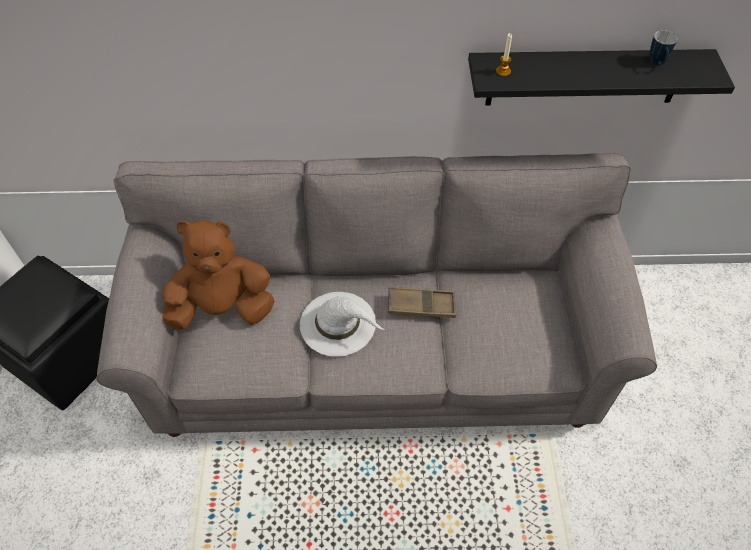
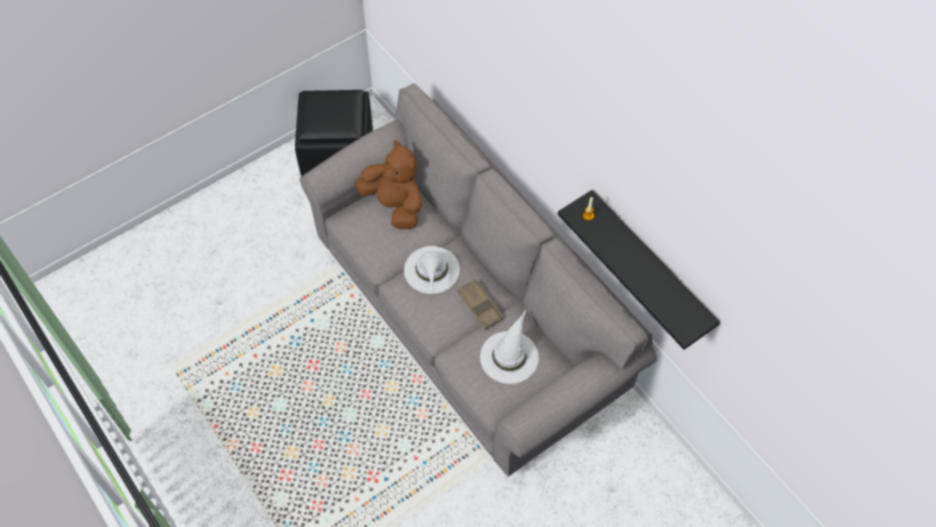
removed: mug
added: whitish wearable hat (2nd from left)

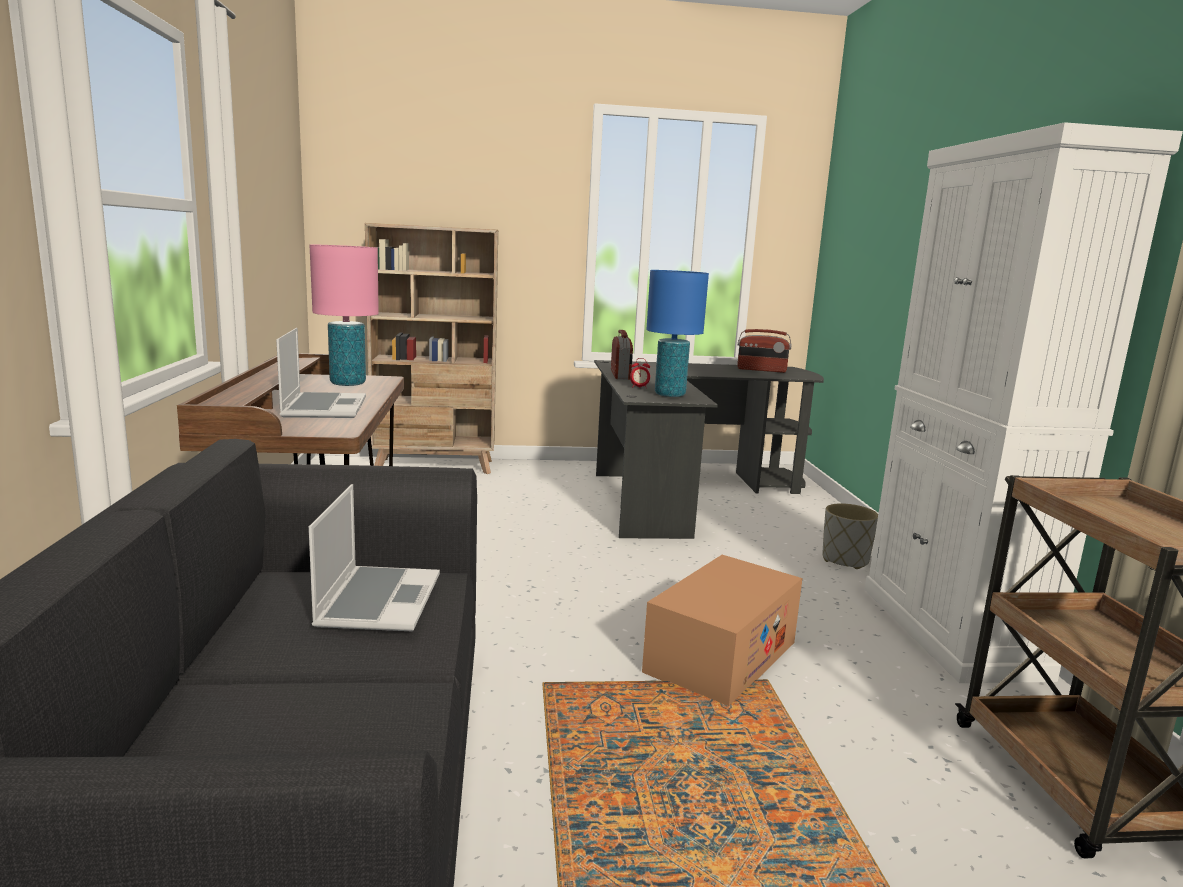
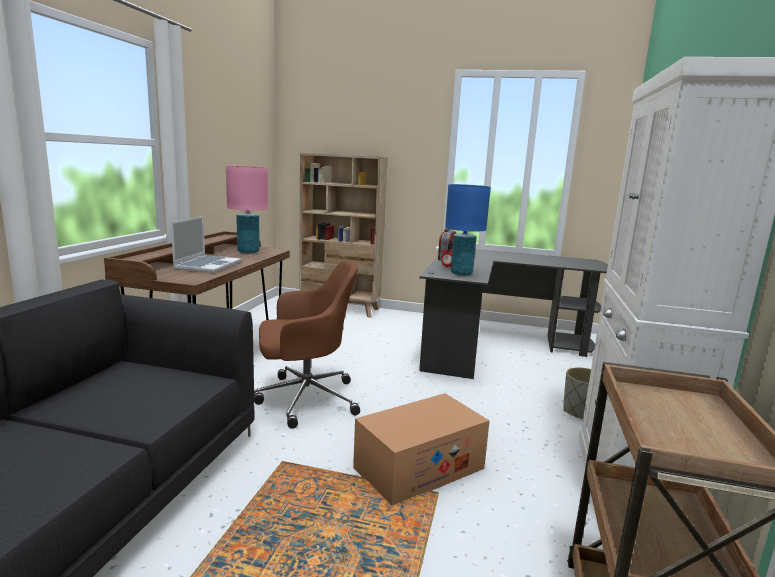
removed: laptop (2nd from left); radio (2nd from left)
added: brown office chair

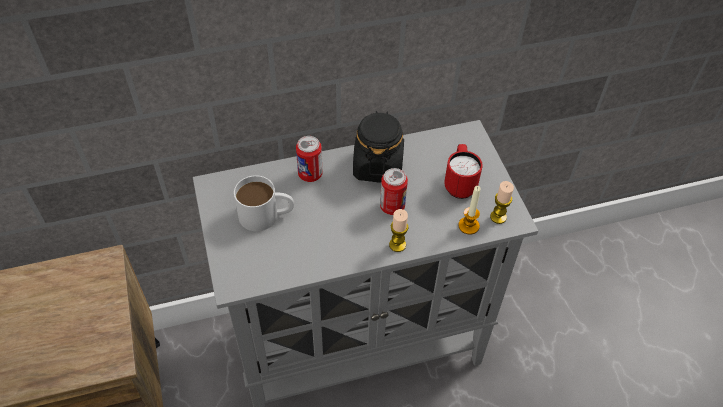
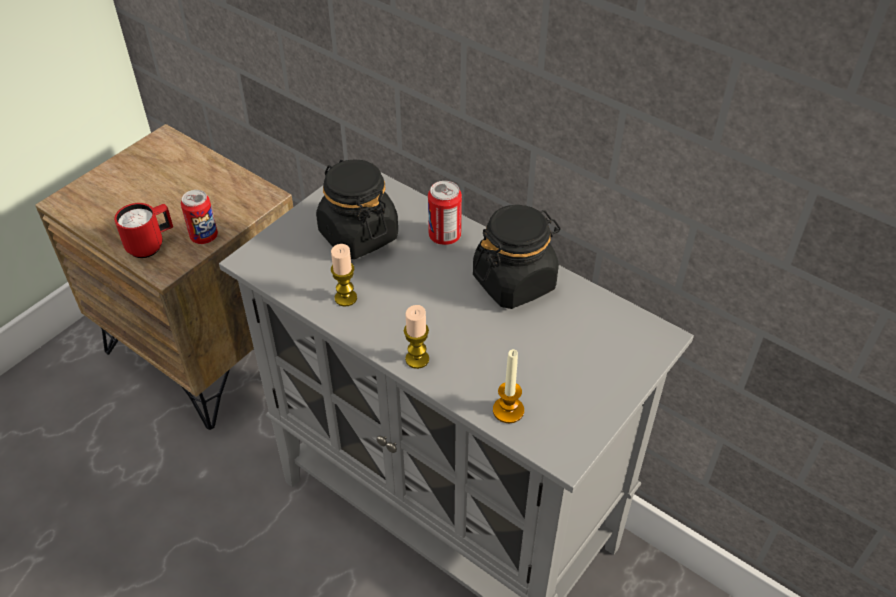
moved: red mug; metal can (2nd from left in the first image) to metal can (1st from left); wax light (3rd from left in the first image) to wax light (1st from left)
replaced: whitish mug to black-coloured jar (1st from left)

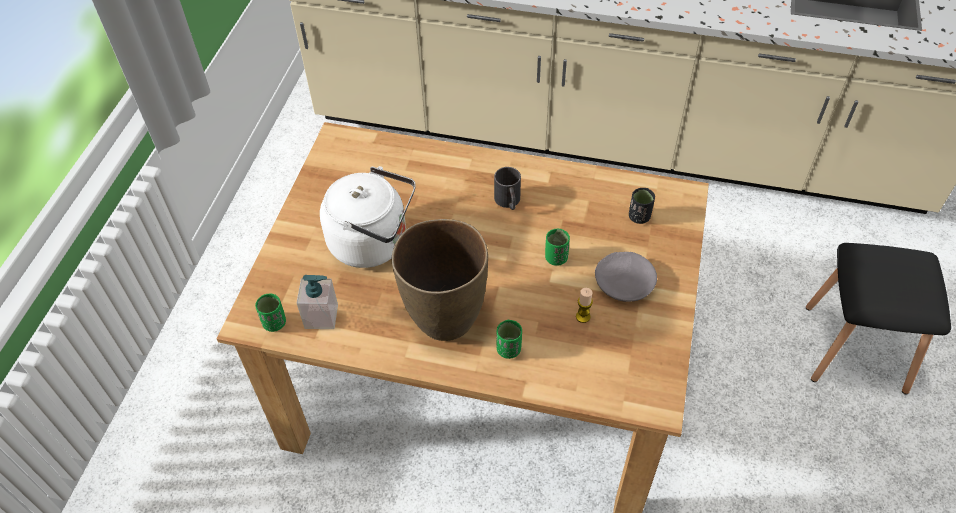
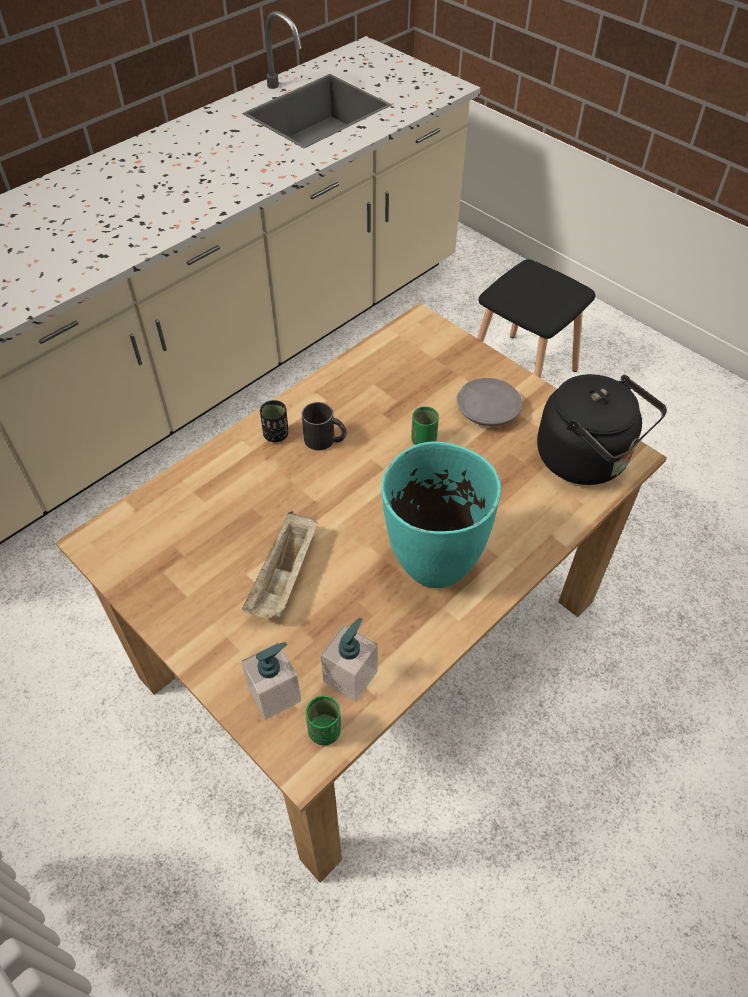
removed: green-coloured drinking cup (2nd from left); wax light
added: liquid soap bottle (1st from left); black-coloured kettle
moved: black-coloured drinking cup
replaced: whitish kettle to beige carrying tray
recoloured: brown decorative vase to turquoise-coloured decorative vase

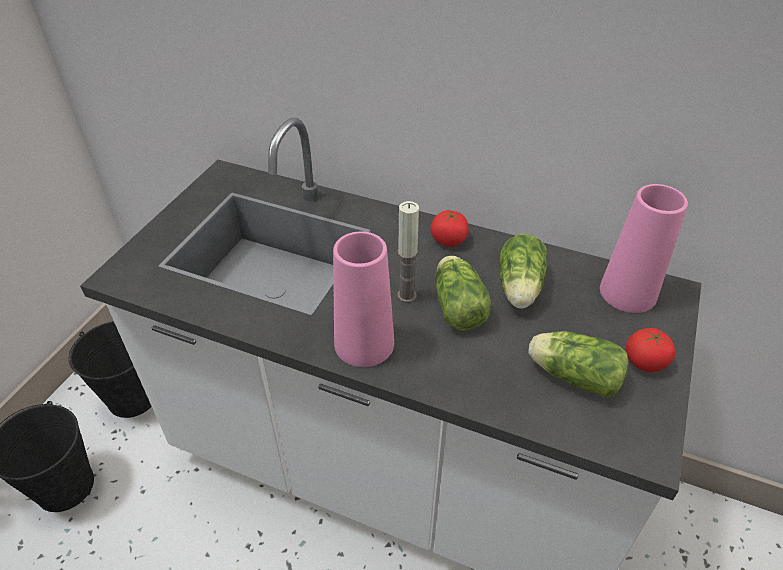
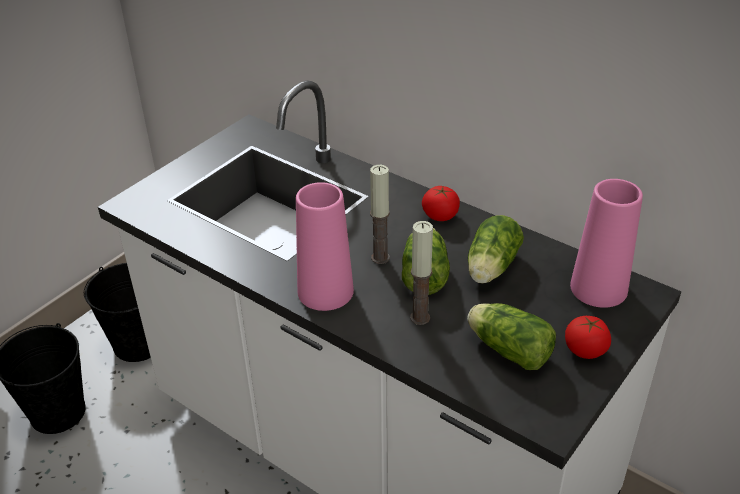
added: wax light (2nd from left)

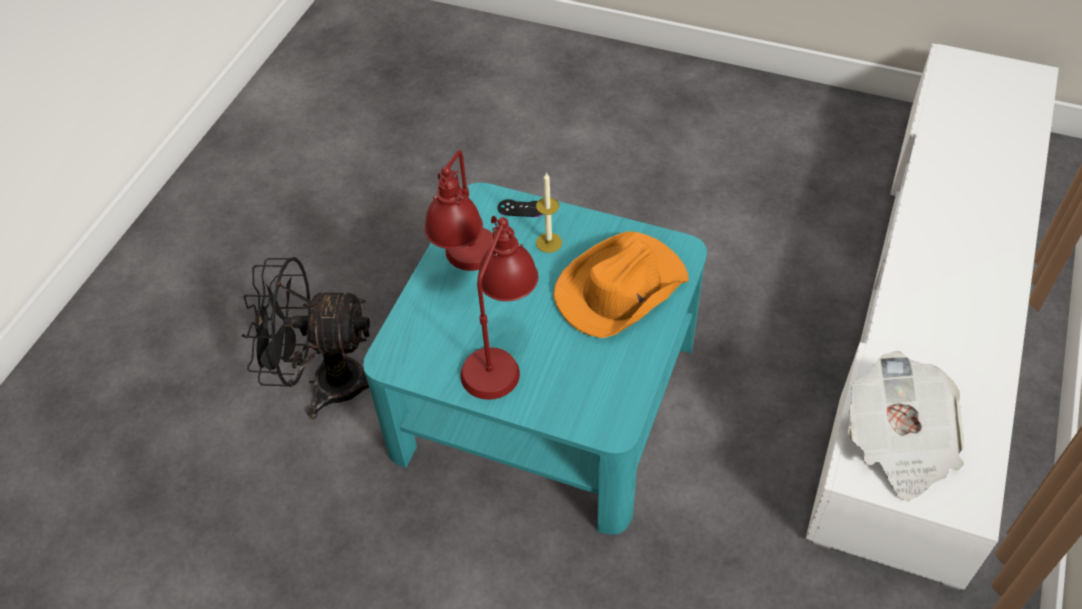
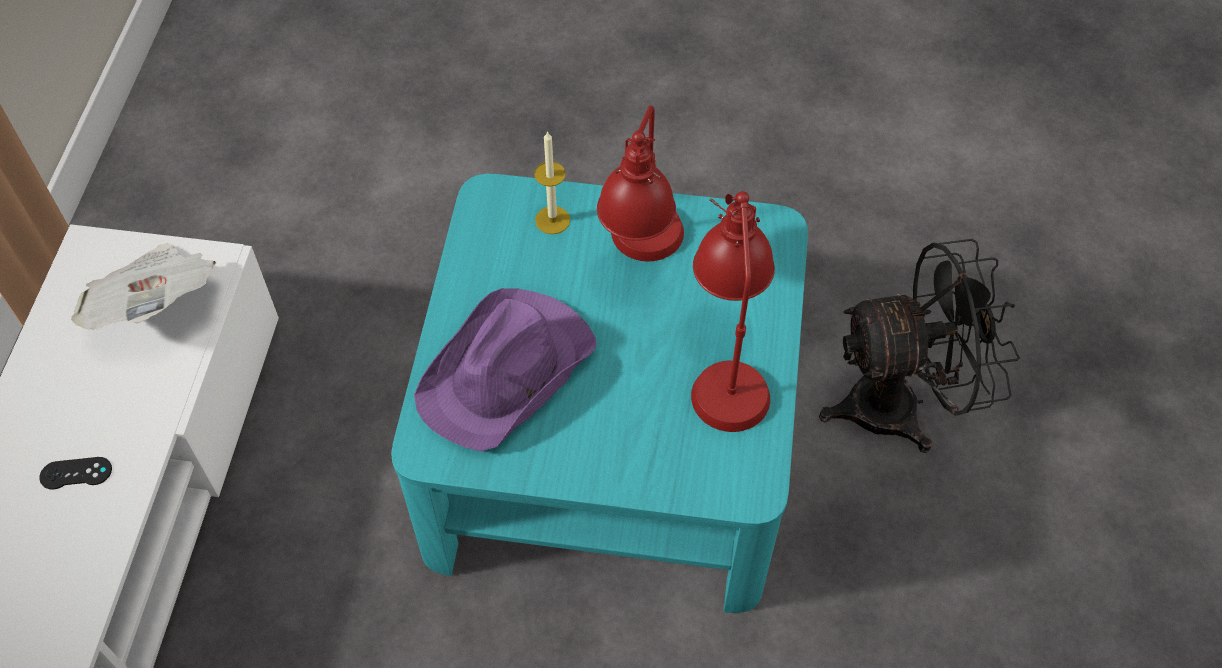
moved: black-coloured gamepad; wax light
recoloured: orange wearable hat to purplish wearable hat

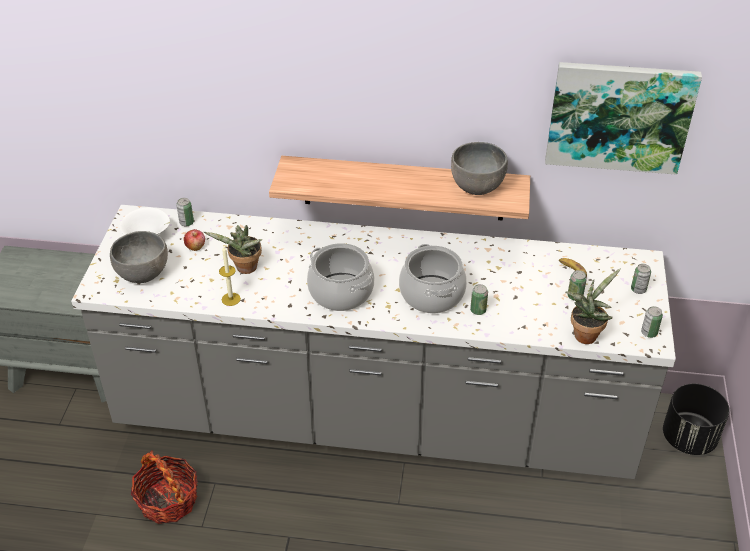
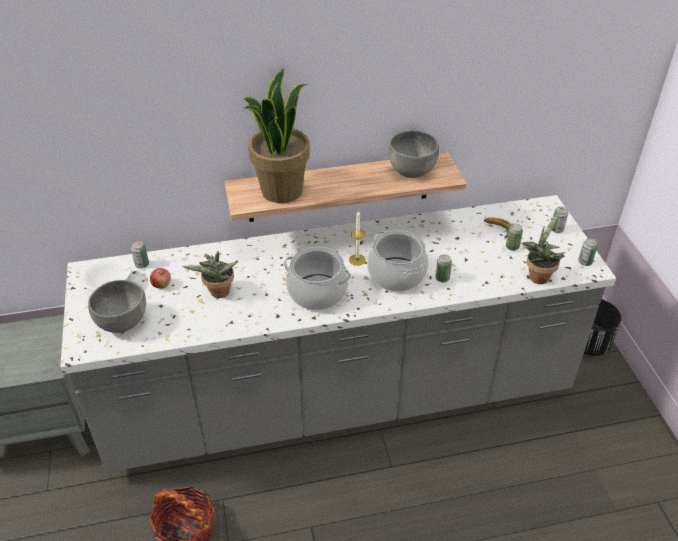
removed: wall art
added: potted plant (2nd from left)
moved: wax light

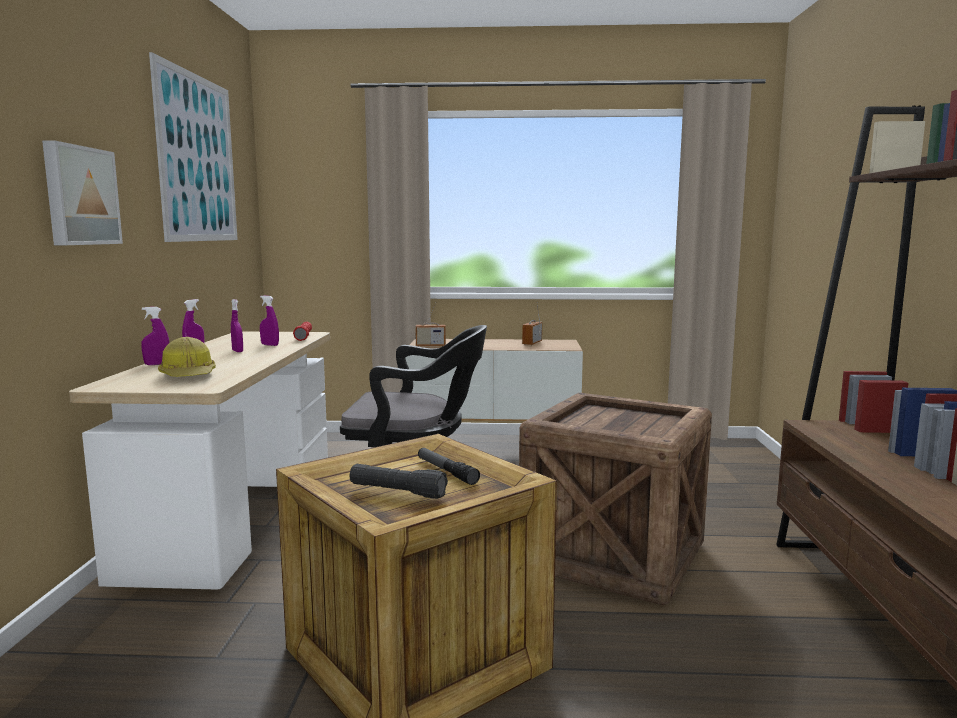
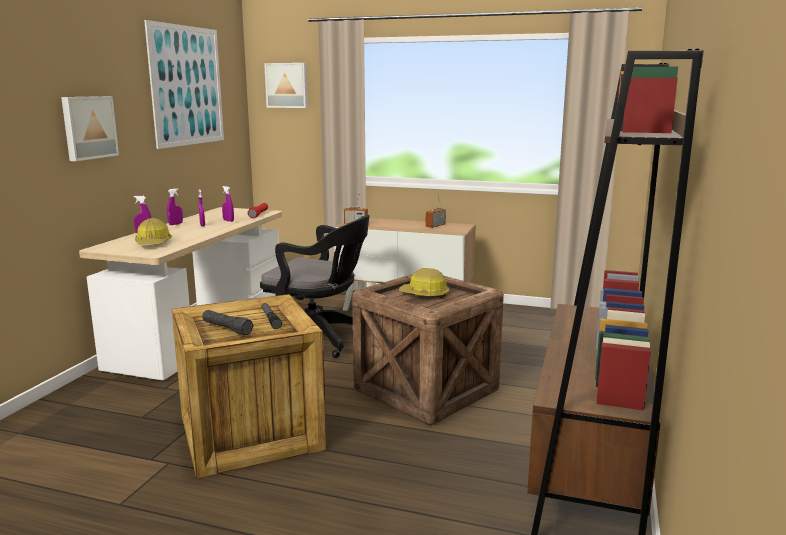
added: wall art (3rd from left); hard hat (2nd from left)

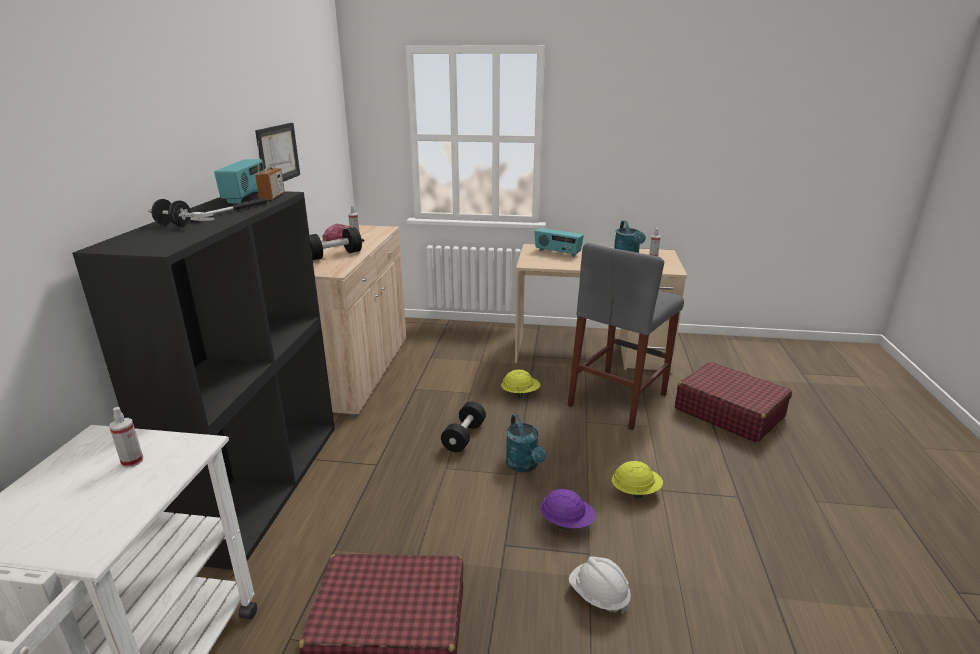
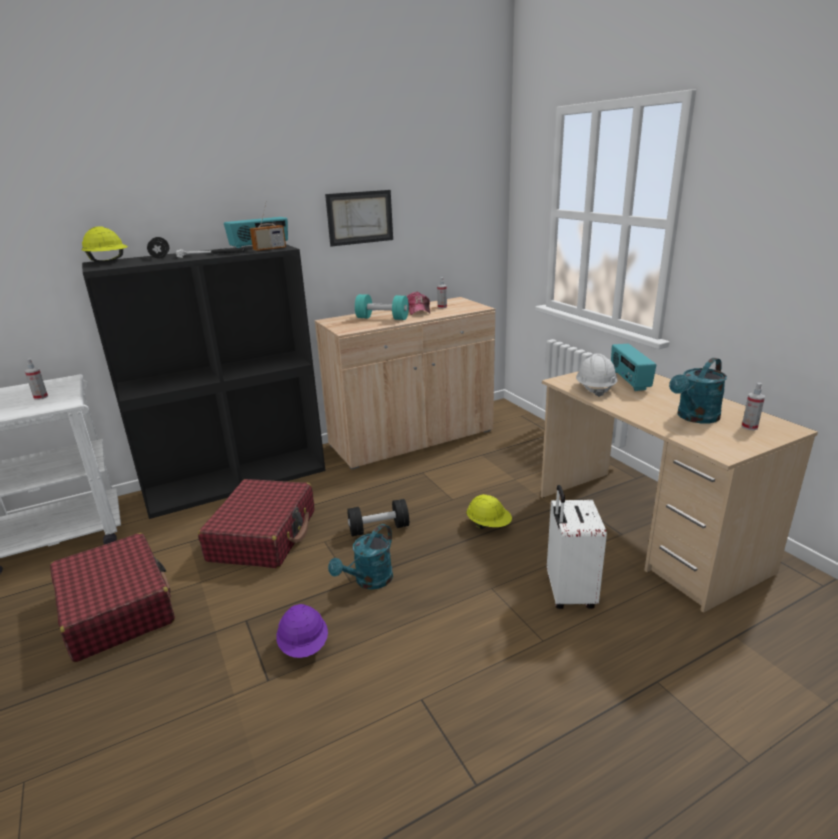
moved: yellow-coloured hard hat (2nd from left in the first image) to yellow-coloured hard hat (1st from left); red suitcase (2nd from left); whitish hard hat
replaced: greyish sitting stool to whitish suitcase
recoloured: black-coloured free weight (2nd from left) to turquoise-coloured free weight

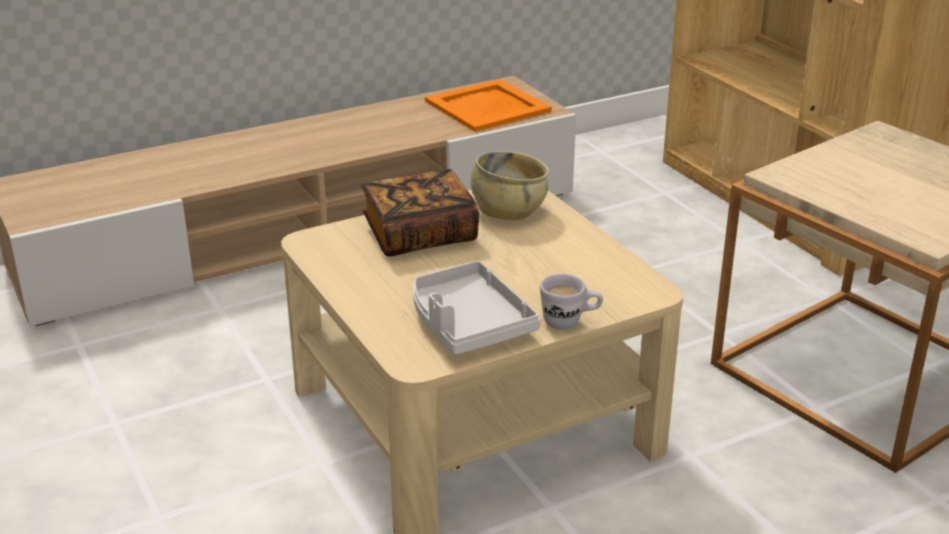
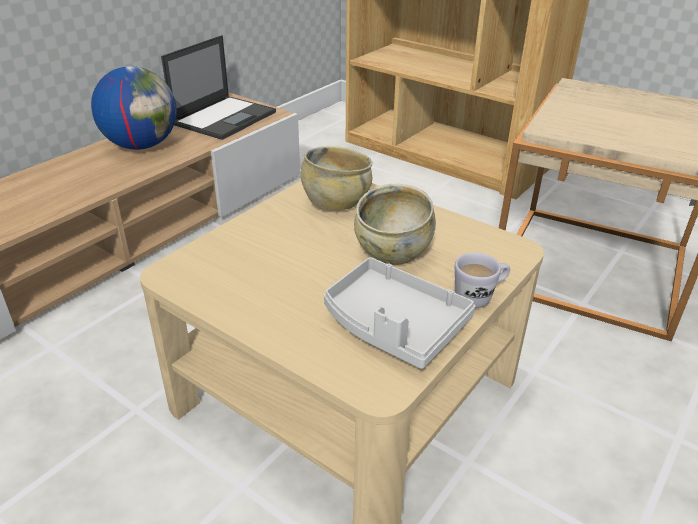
removed: book
added: desk globe; beige bowl (2nd from left)
replaced: orange carrying tray to laptop

